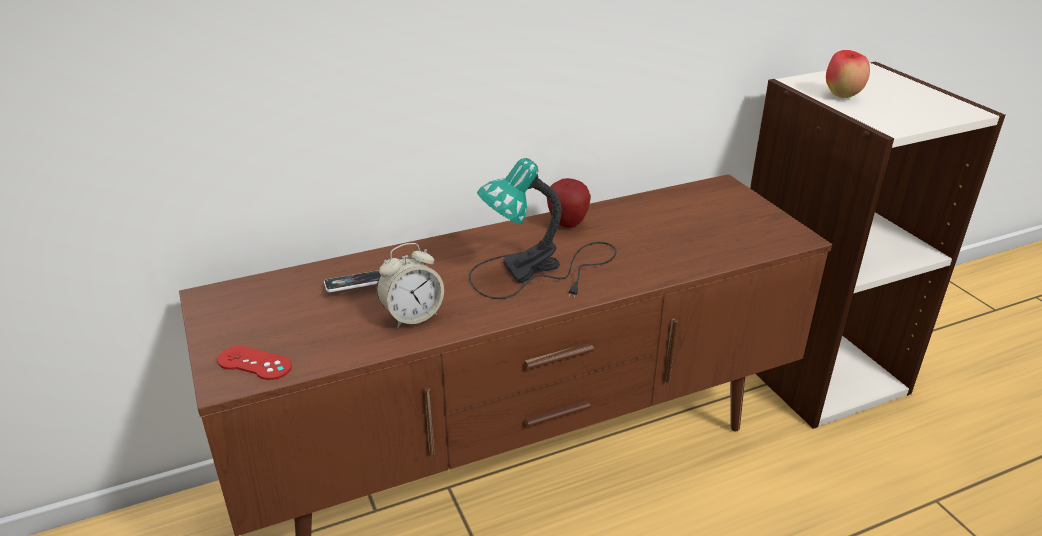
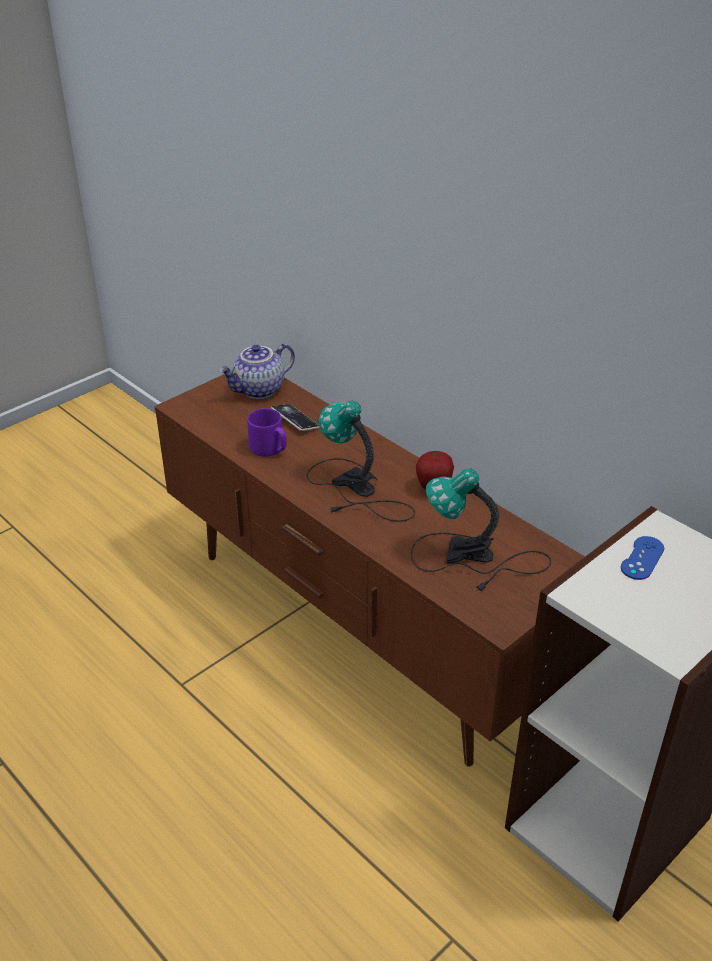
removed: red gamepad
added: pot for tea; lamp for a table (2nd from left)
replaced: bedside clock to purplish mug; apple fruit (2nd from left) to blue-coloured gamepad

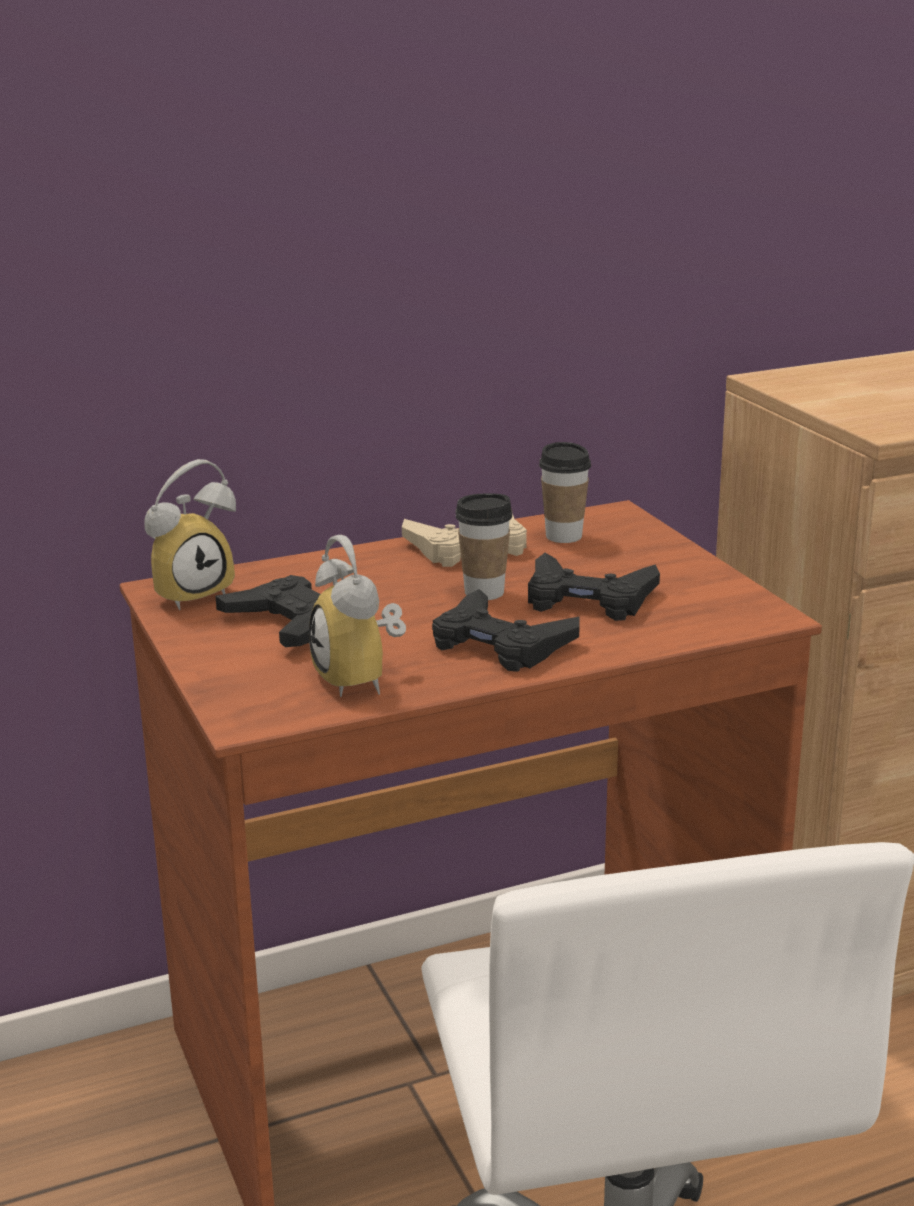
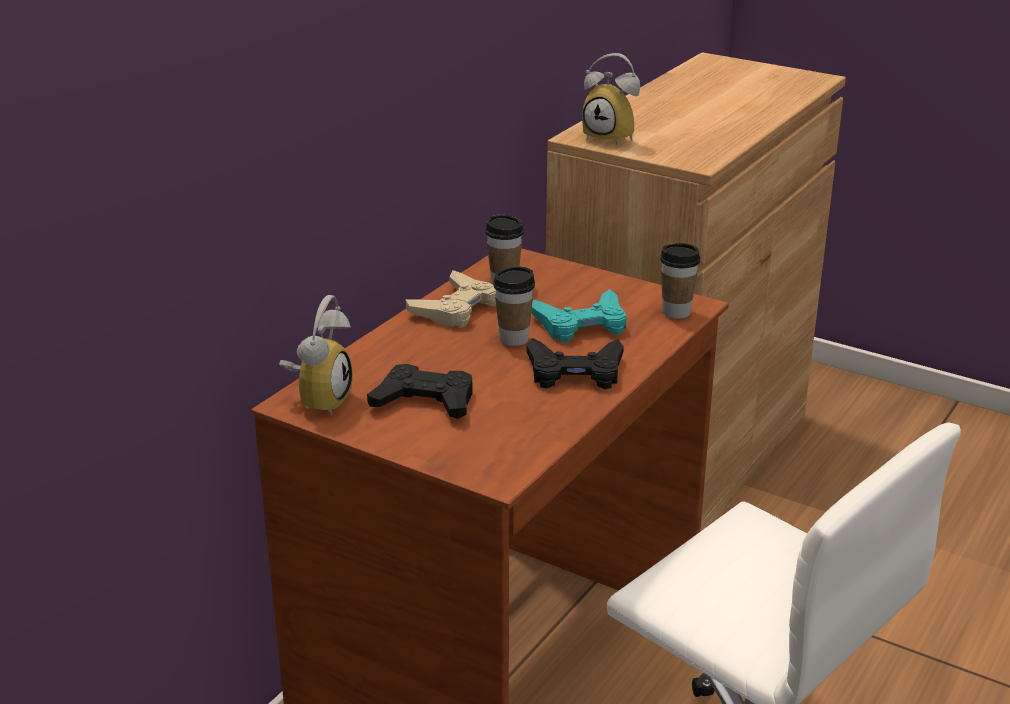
added: drinking cup (3rd from left)
moved: bedside clock (2nd from left)
recoloured: black-coloured gamepad (3rd from left) to turquoise-coloured gamepad

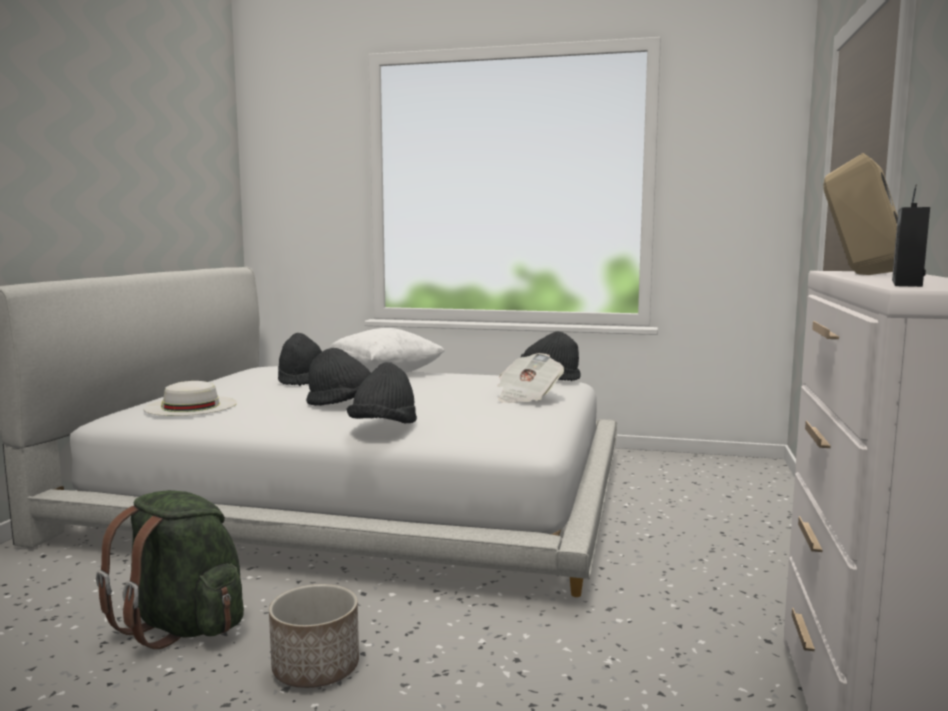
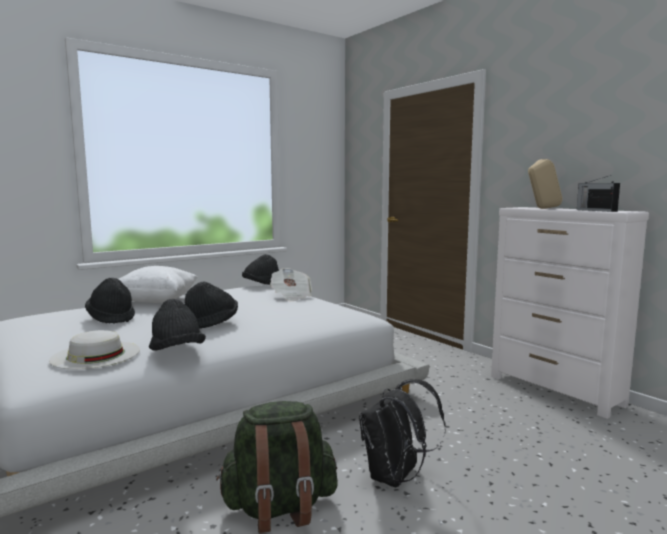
moved: black-coloured wearable hat (3rd from left in the first image) to black-coloured wearable hat (2nd from left)
replaced: flower pot to black-coloured knapsack

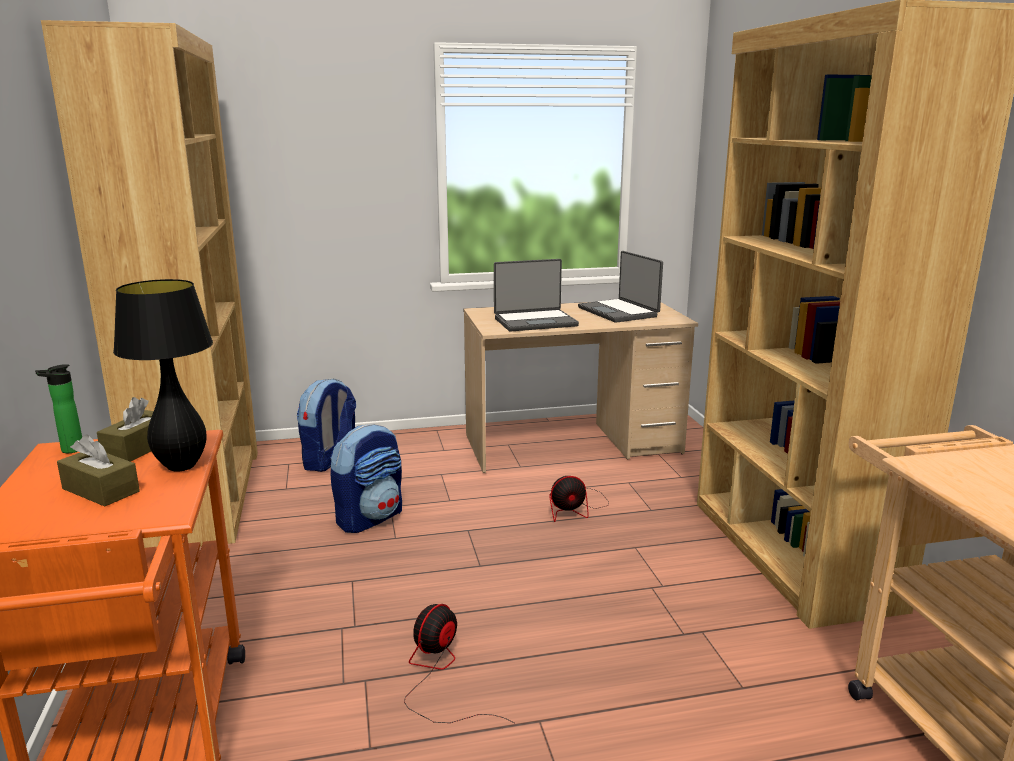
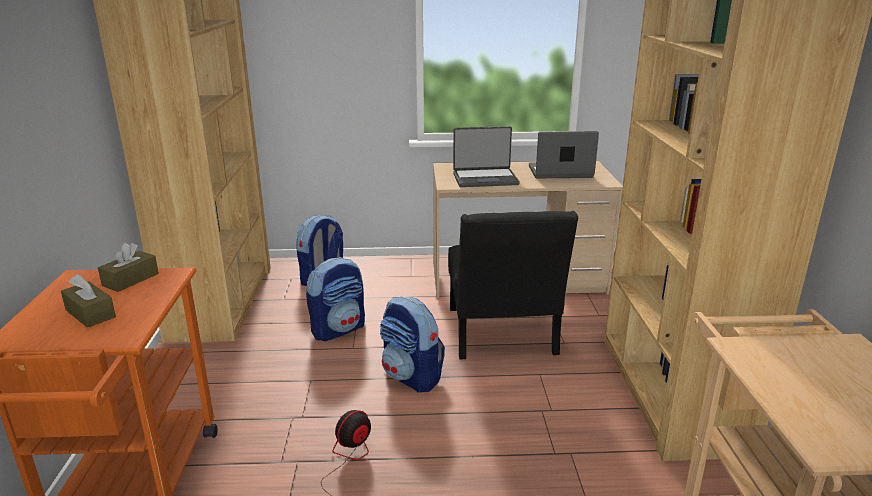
removed: drink bottle; black-coloured lamp for a table
added: knapsack (3rd from left)
replaced: cooling fan (2nd from left) to black-coloured plain chair
turned: laptop (2nd from left) 105 degrees clockwise

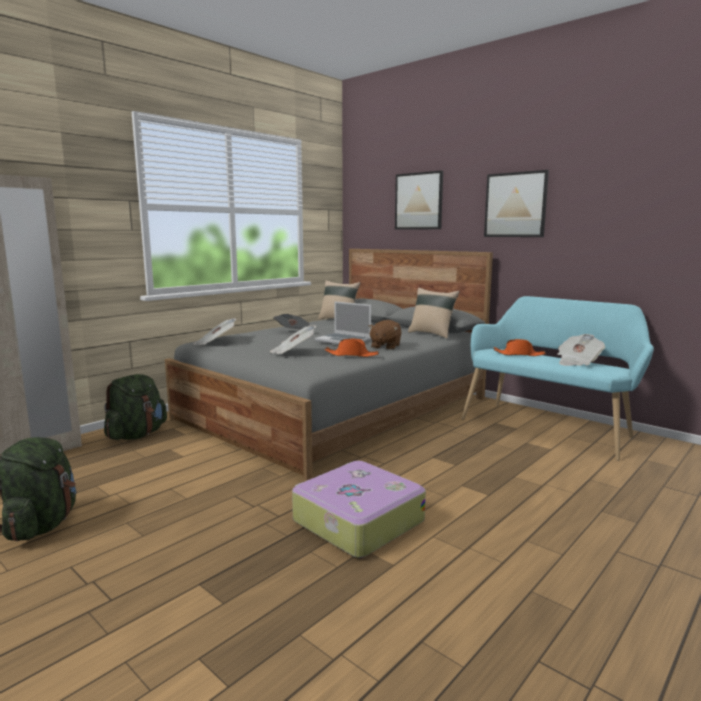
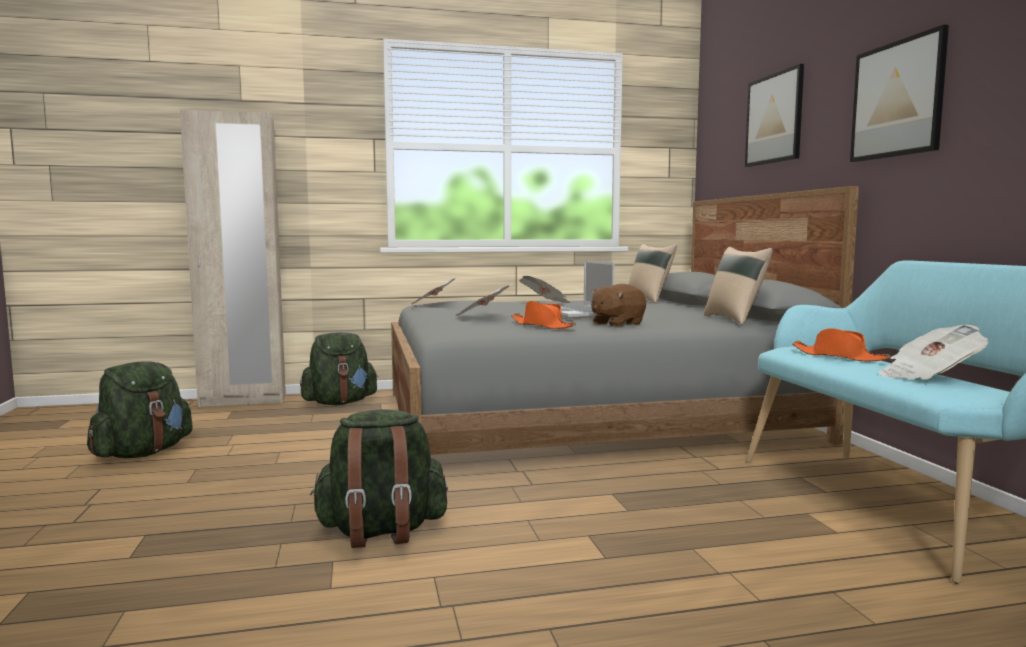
replaced: suitcase to green-coloured knapsack (3rd from left)

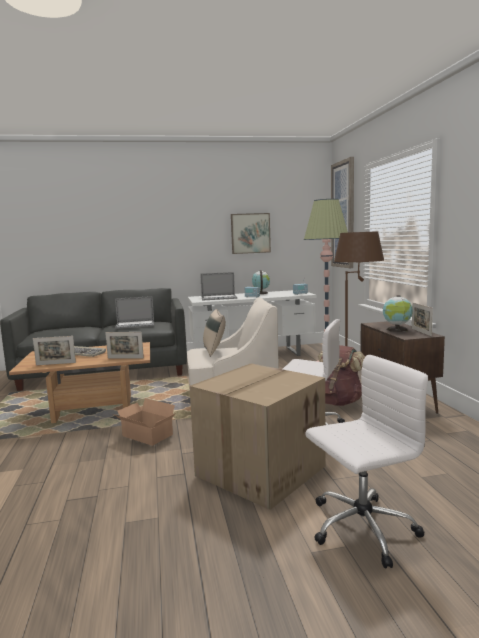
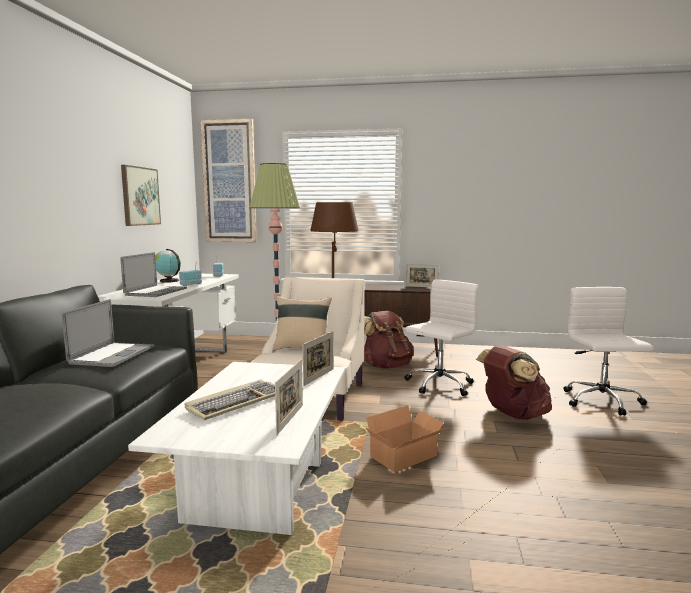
removed: desk globe (2nd from left)
replaced: carton (2nd from left) to brown knapsack (2nd from left)
recoloured: brown lounge table to whitish lounge table

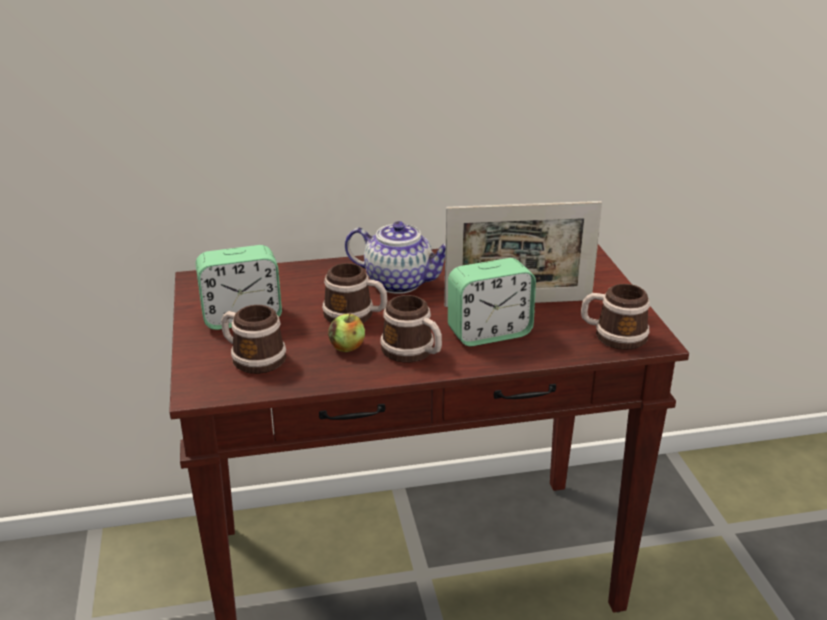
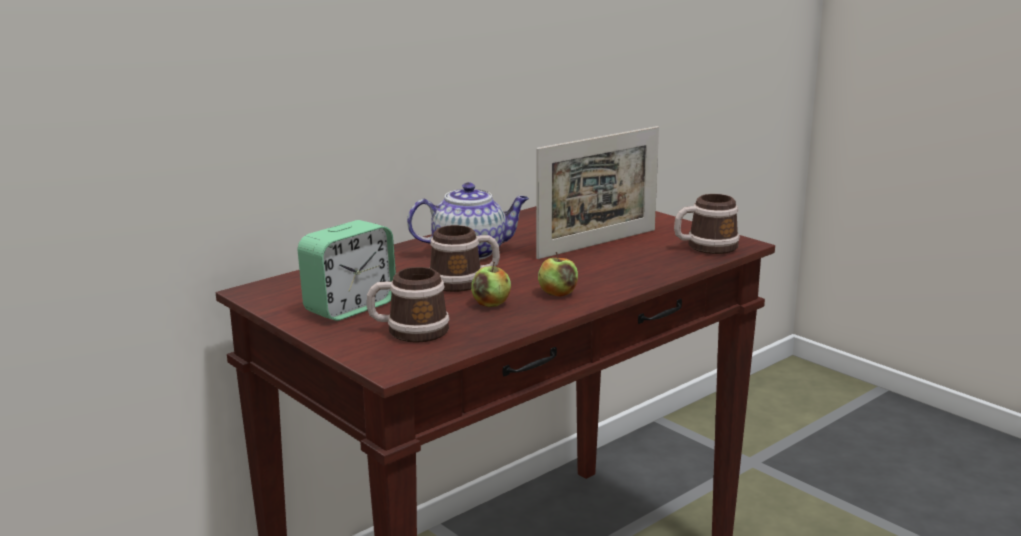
removed: bedside clock (2nd from left)
replaced: mug (3rd from left) to apple fruit (2nd from left)

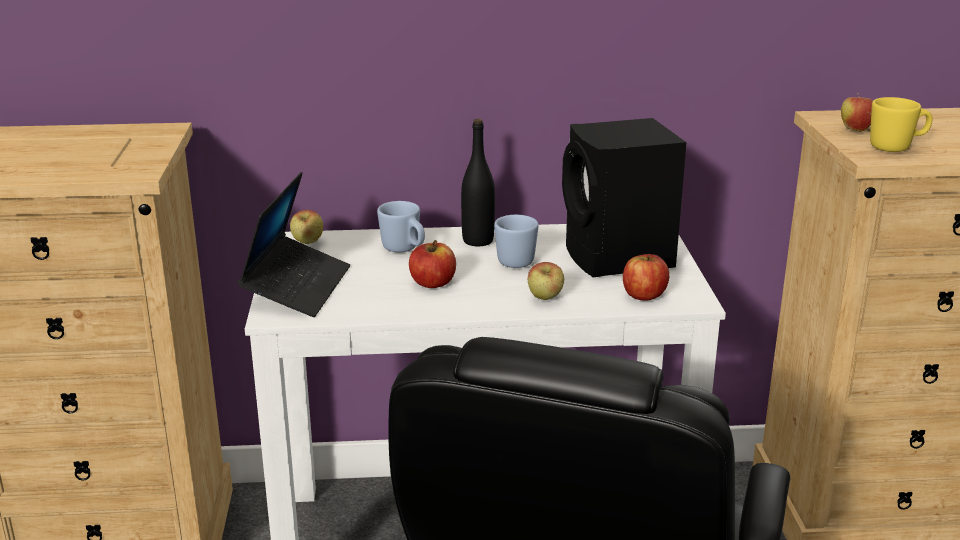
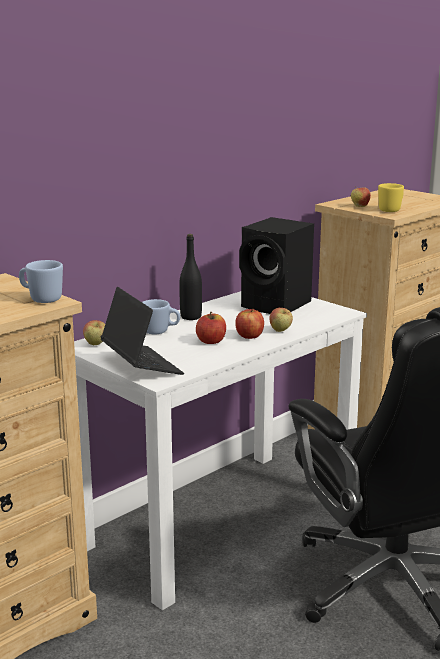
moved: blue-coloured mug (2nd from left in the first image) to blue-coloured mug (1st from left); apple fruit (4th from left in the first image) to apple fruit (3rd from left)

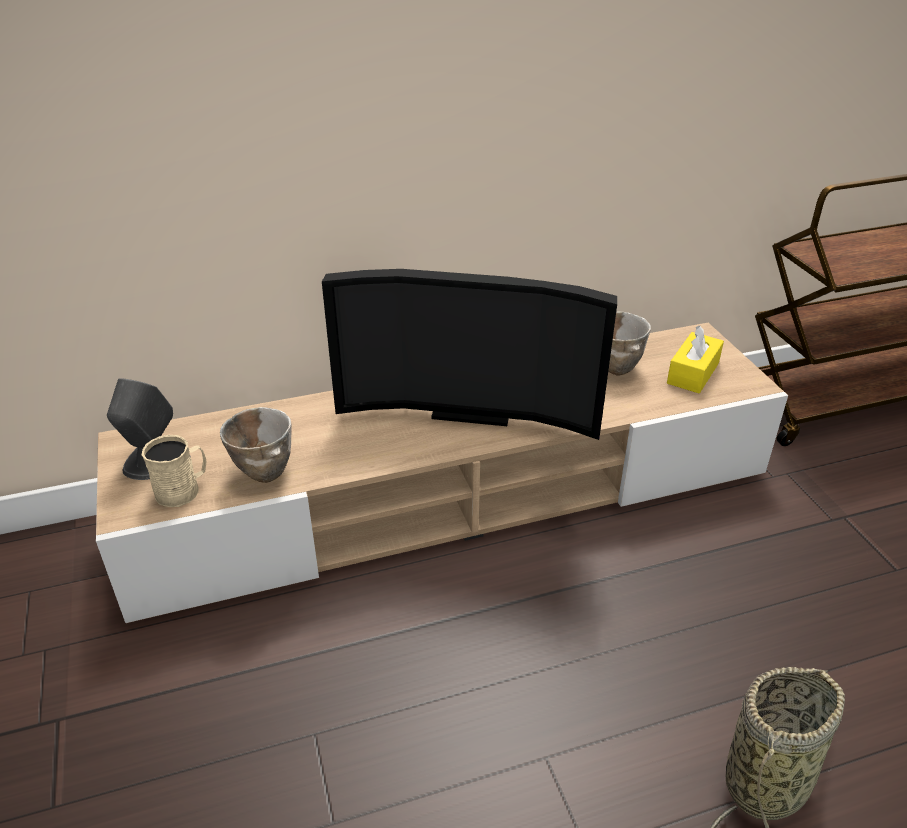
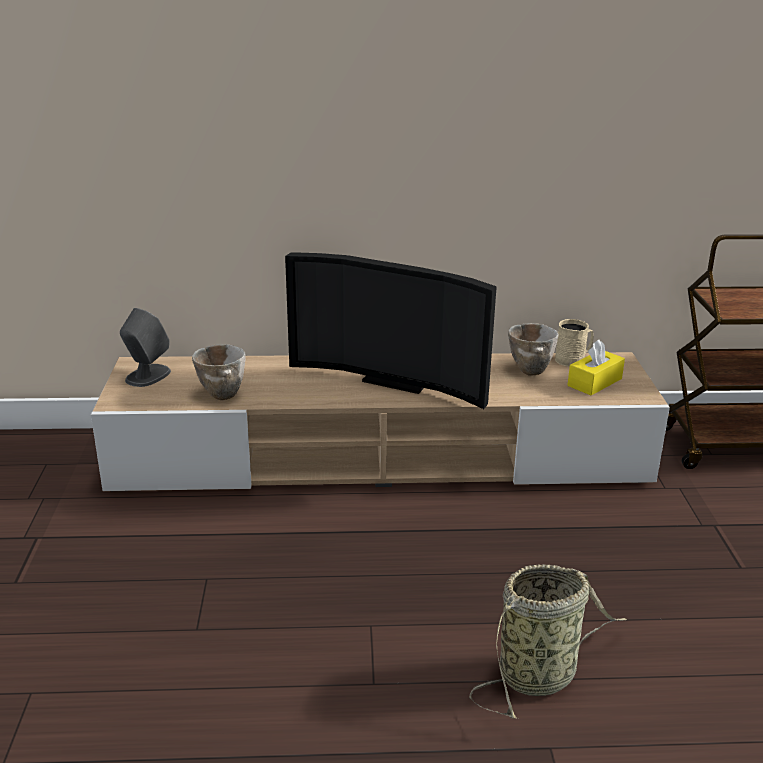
moved: beige mug

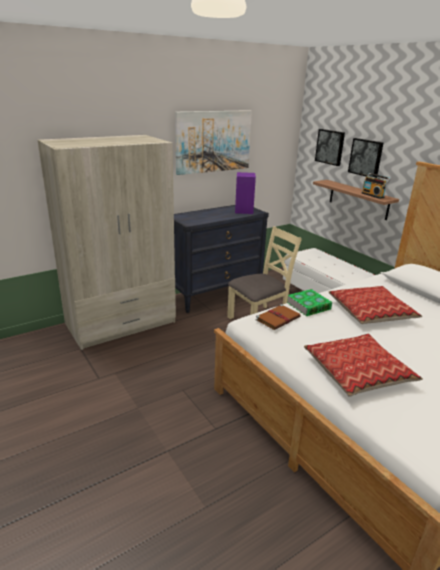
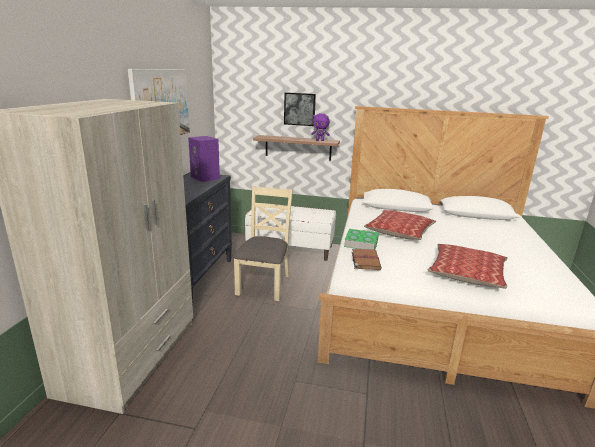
removed: wall art (2nd from left)
replaced: radio to purplish soft toy

